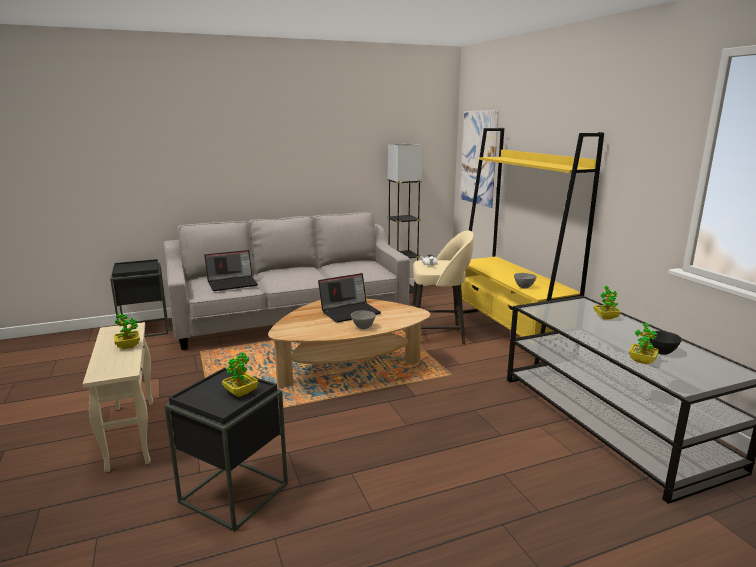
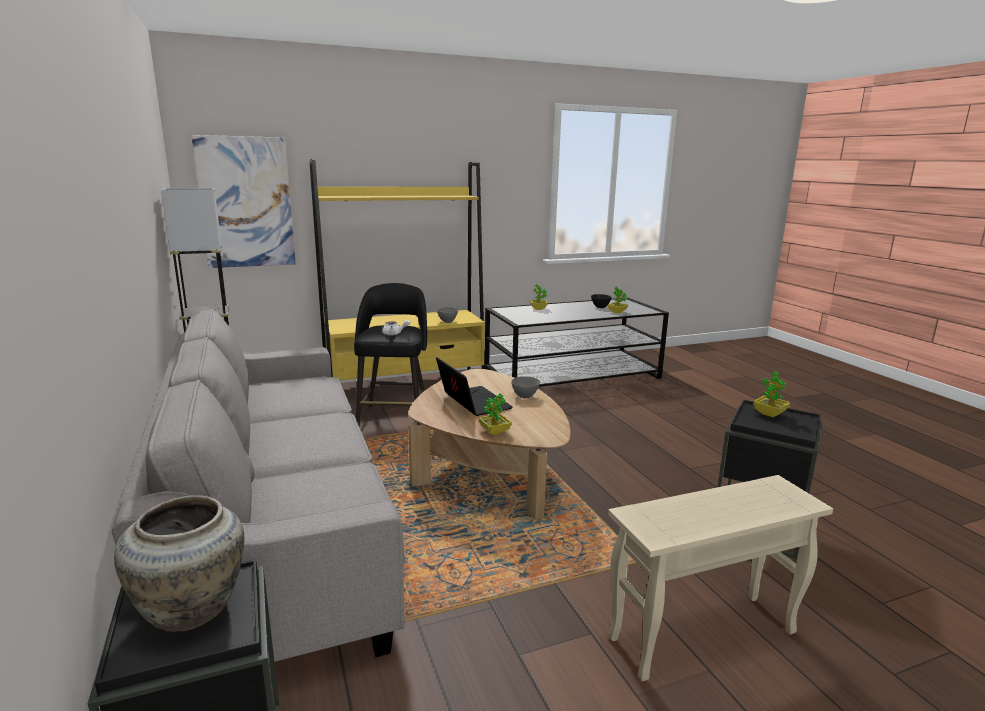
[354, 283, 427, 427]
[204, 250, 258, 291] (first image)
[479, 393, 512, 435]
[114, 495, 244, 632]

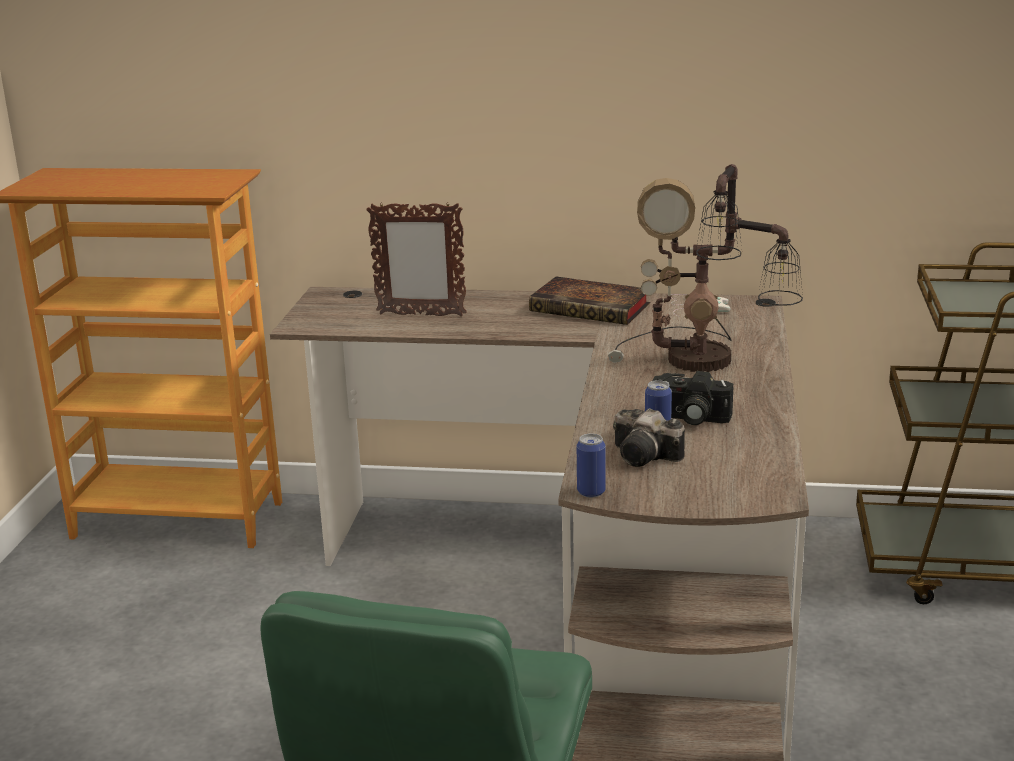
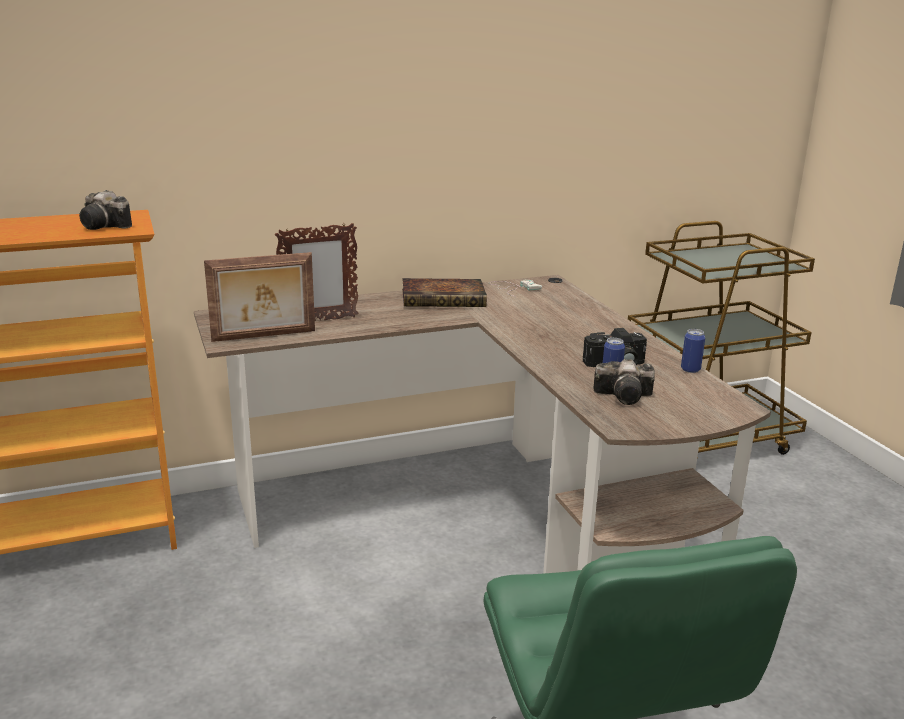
[608, 164, 803, 372] (first image)
[681, 329, 705, 373]
[79, 190, 132, 230]
[204, 252, 315, 342]

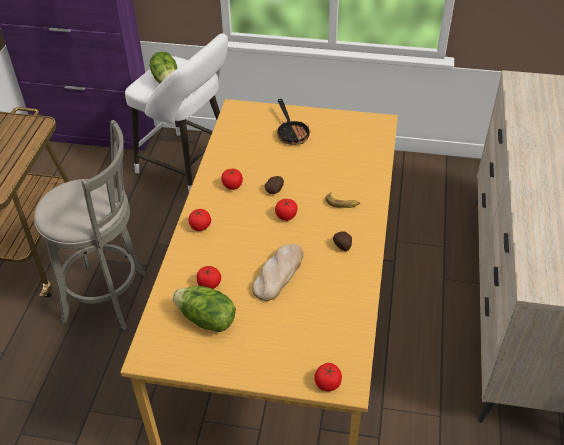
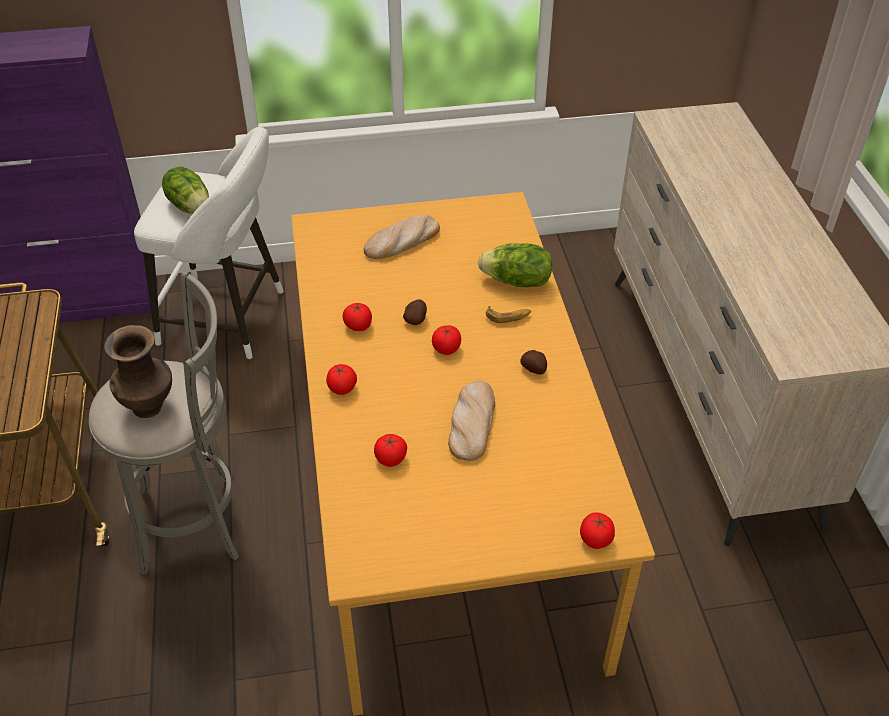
[363, 215, 440, 259]
[478, 243, 552, 287]
[104, 325, 172, 418]

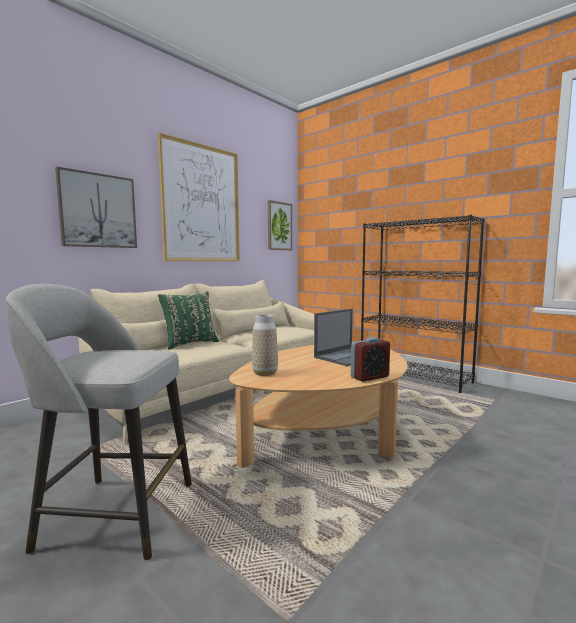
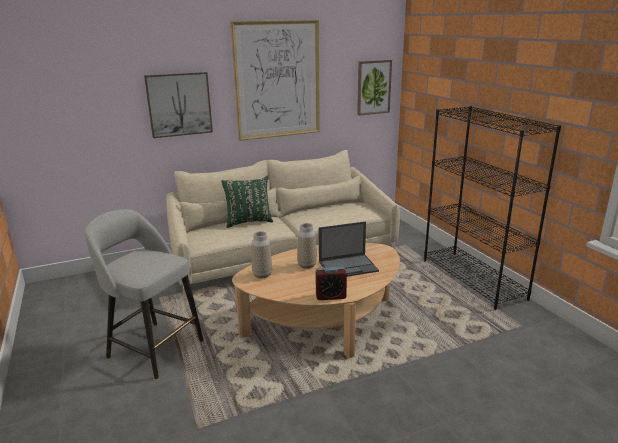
[297, 223, 317, 269]

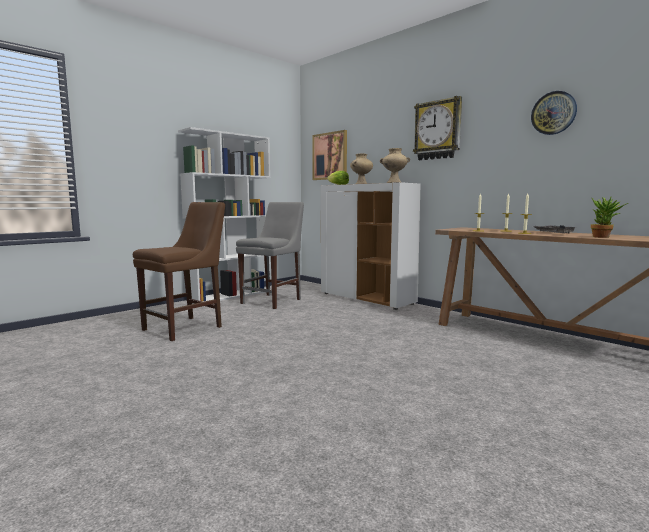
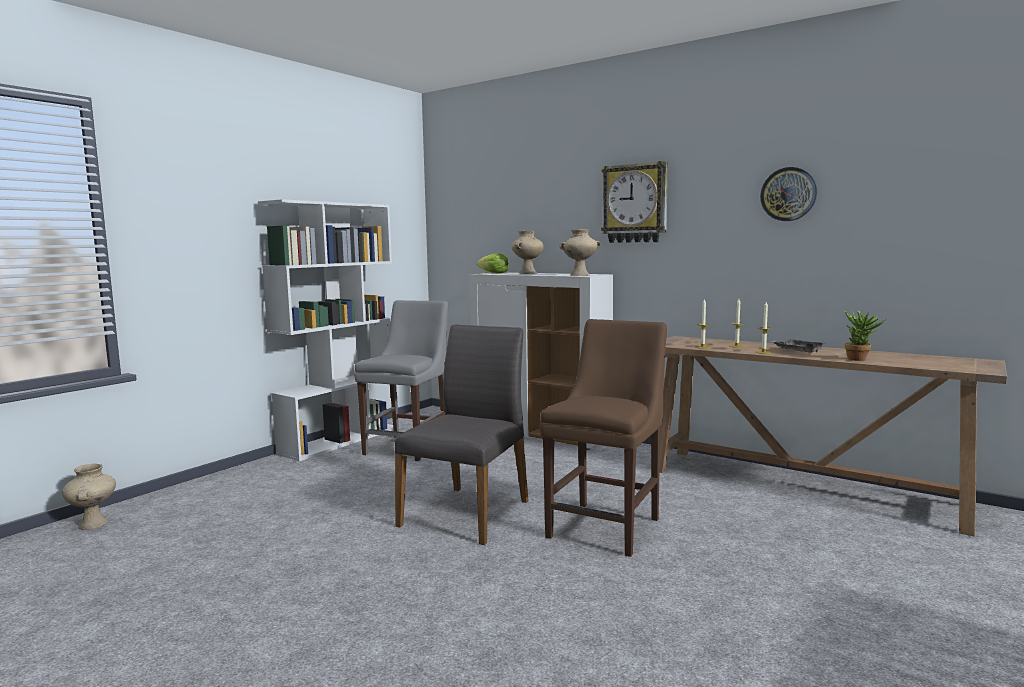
[312, 130, 347, 180] (first image)
[539, 319, 667, 557]
[395, 325, 528, 545]
[62, 464, 116, 530]

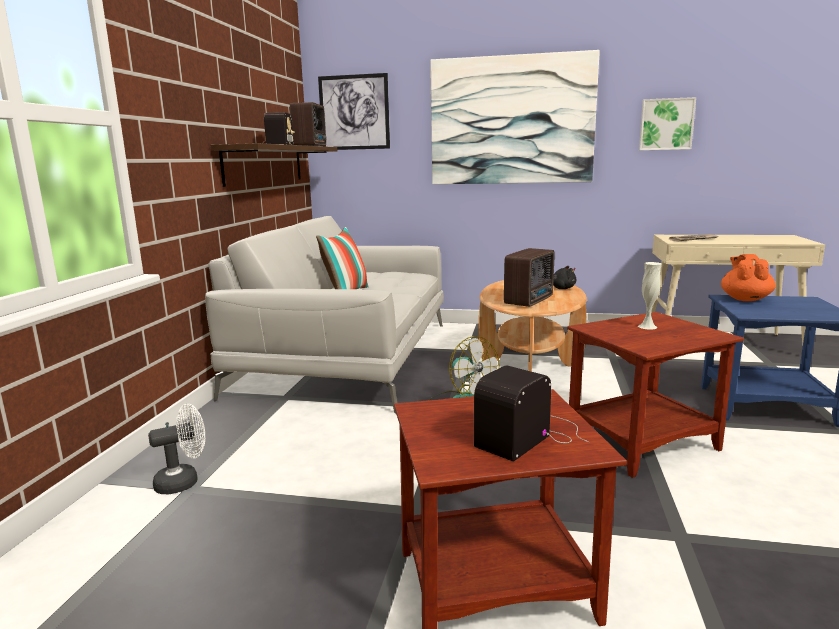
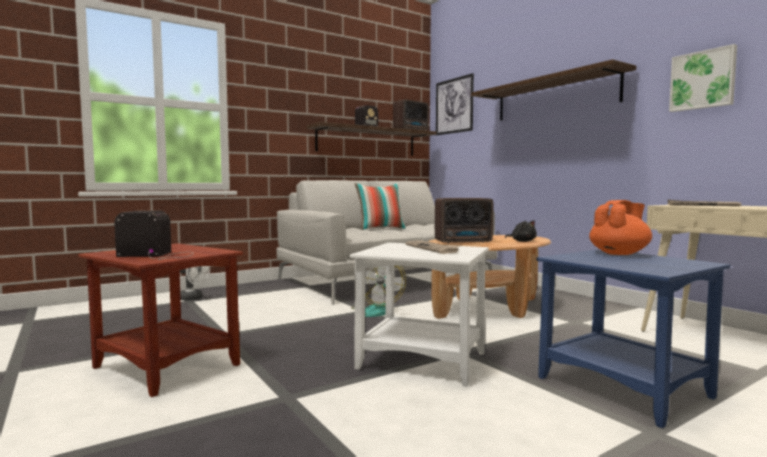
[471, 59, 636, 121]
[405, 241, 460, 254]
[350, 243, 489, 387]

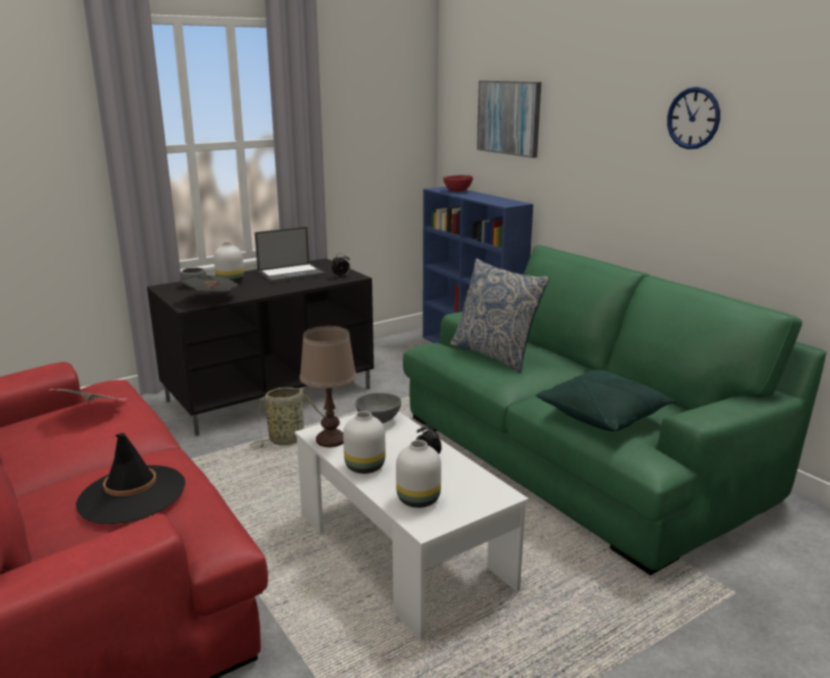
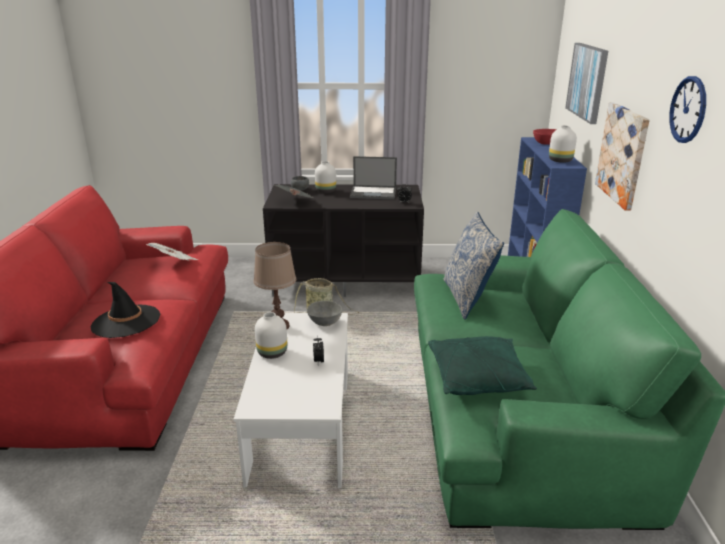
[549, 125, 577, 163]
[595, 102, 650, 211]

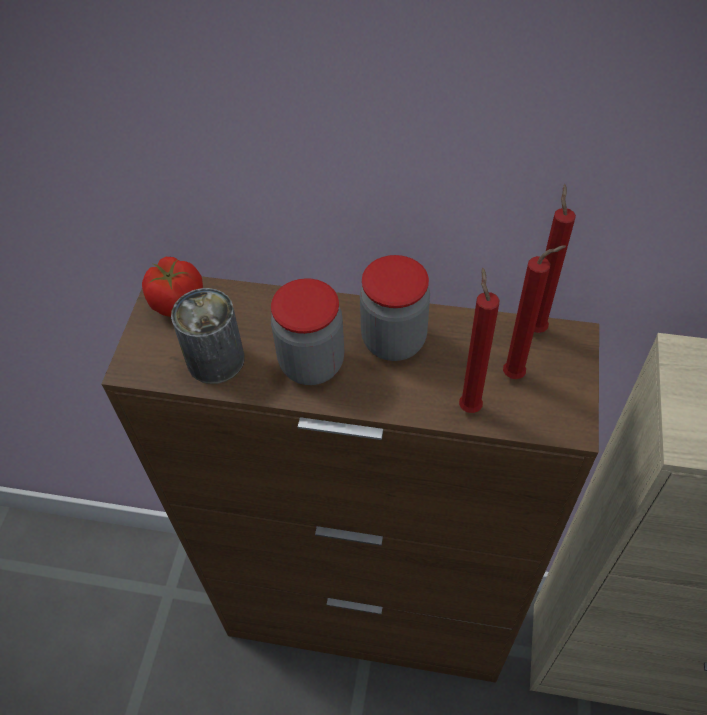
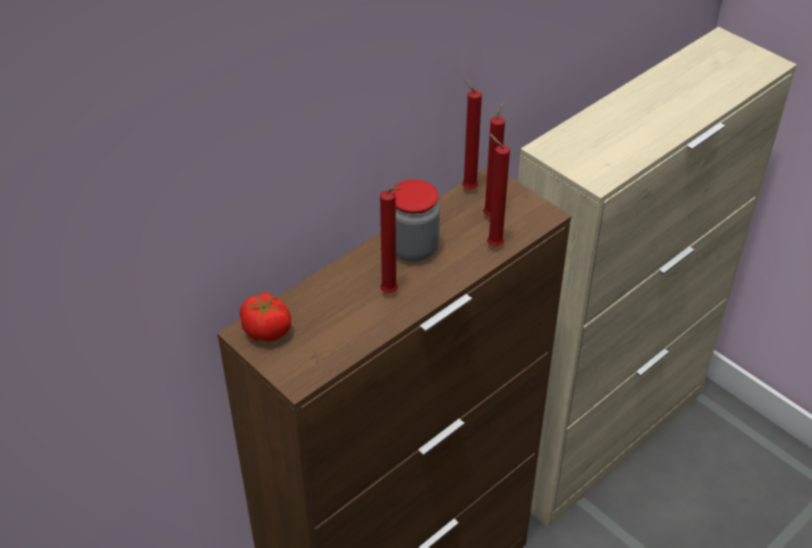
[380, 187, 402, 293]
[171, 288, 245, 384] (first image)

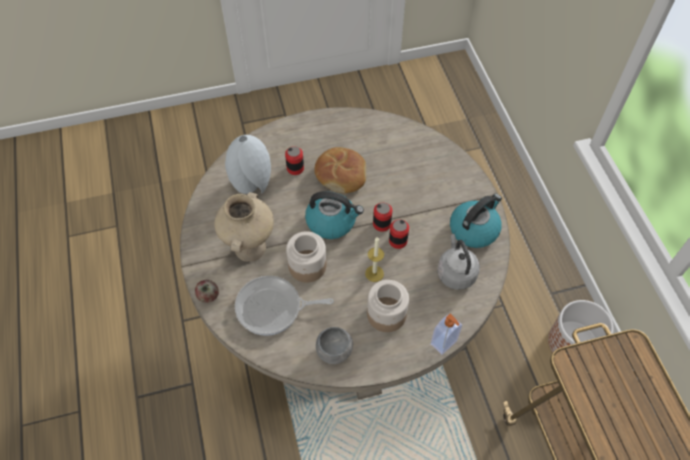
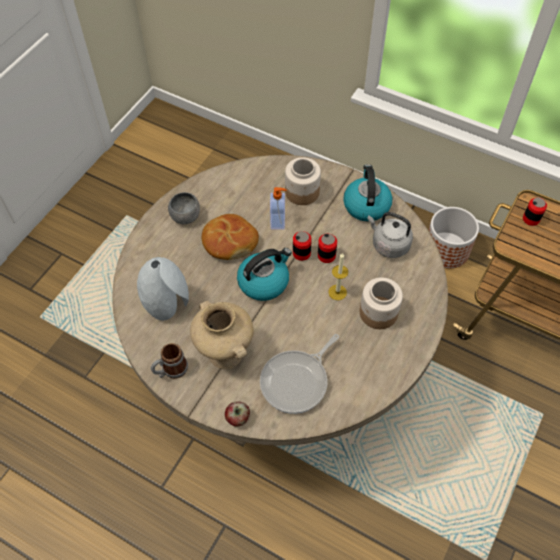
[523, 197, 547, 226]
[285, 157, 321, 205]
[270, 187, 287, 230]
[168, 192, 200, 224]
[151, 343, 188, 379]

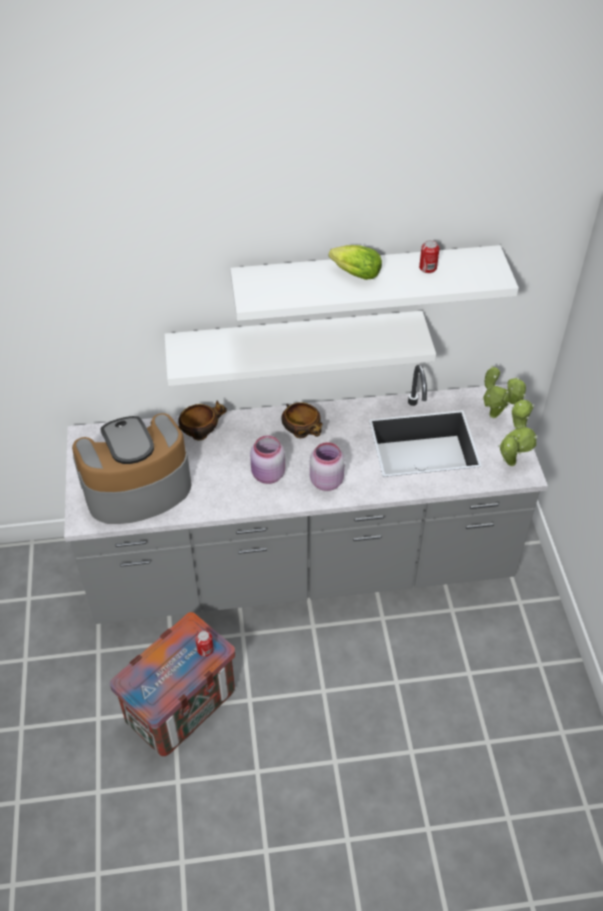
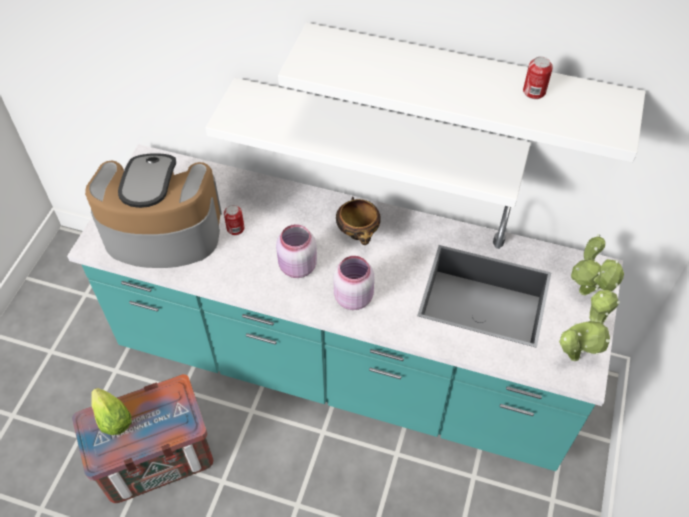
[91, 388, 132, 435]
[67, 144, 623, 471]
[178, 400, 227, 440] (first image)
[224, 205, 245, 235]

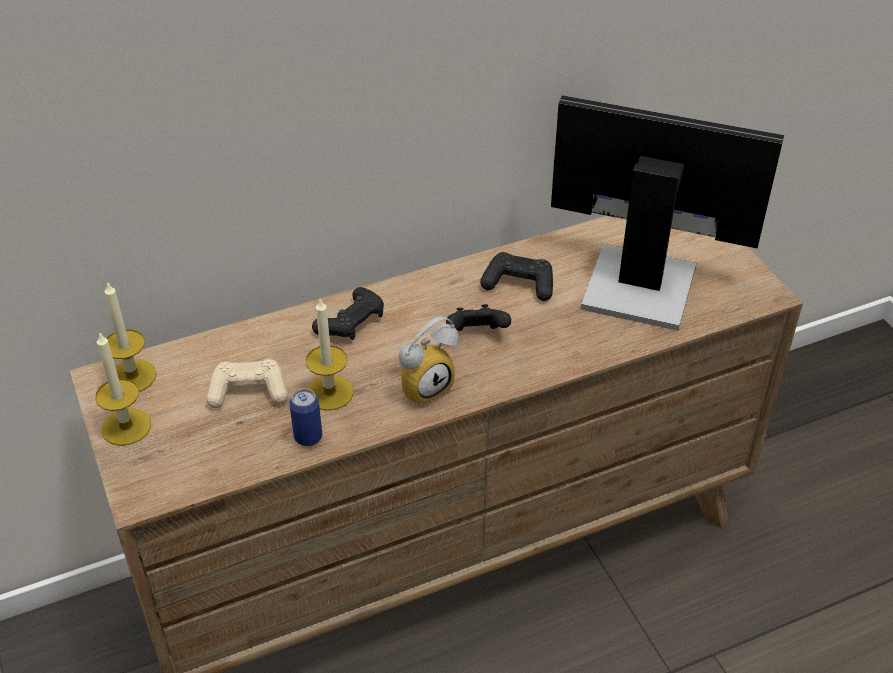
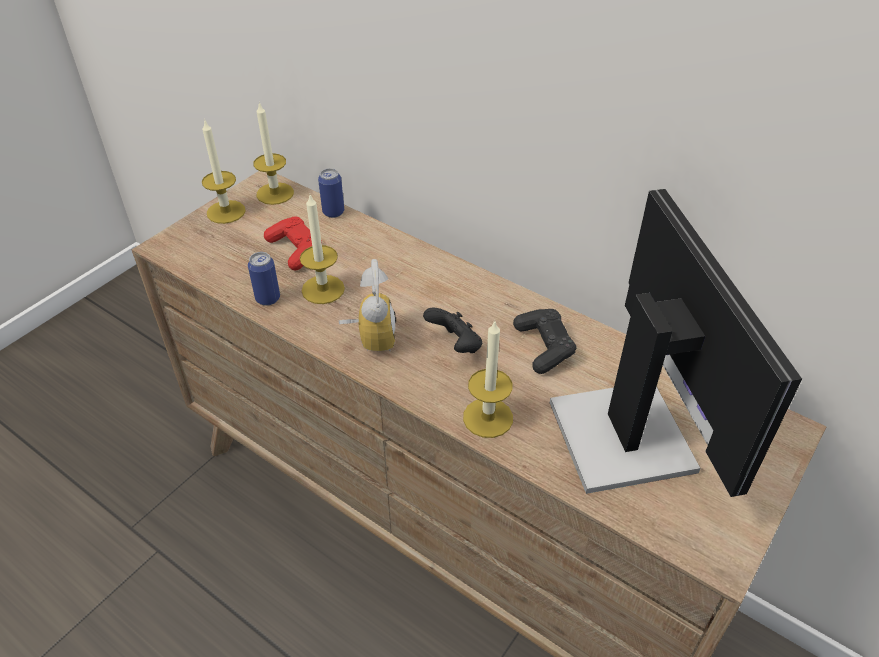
[312, 287, 384, 340] (first image)
[339, 259, 396, 351]
[264, 217, 322, 270]
[318, 168, 344, 218]
[463, 320, 513, 438]

